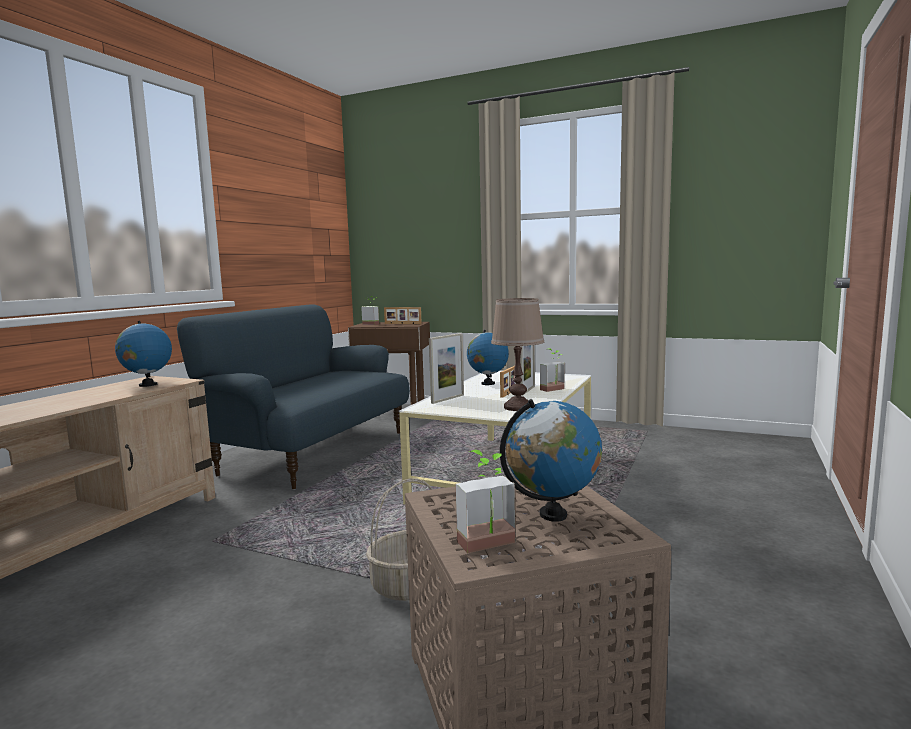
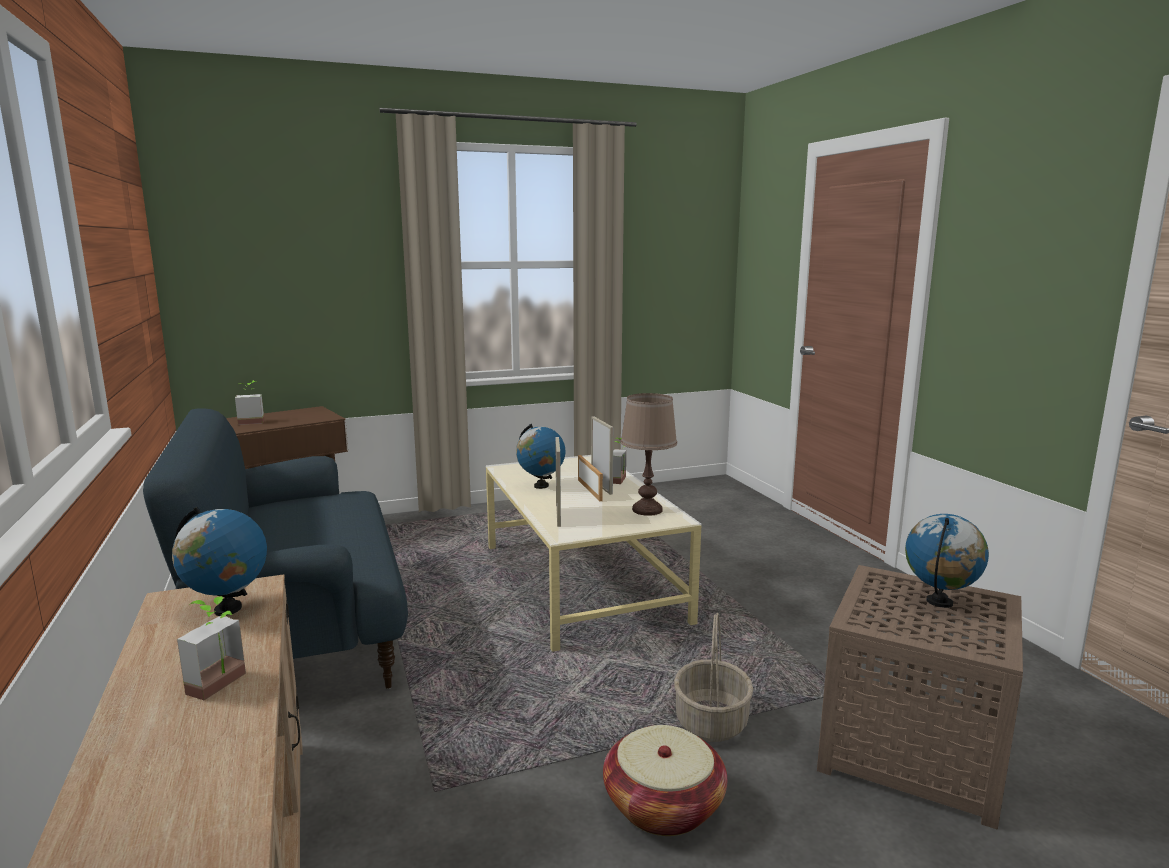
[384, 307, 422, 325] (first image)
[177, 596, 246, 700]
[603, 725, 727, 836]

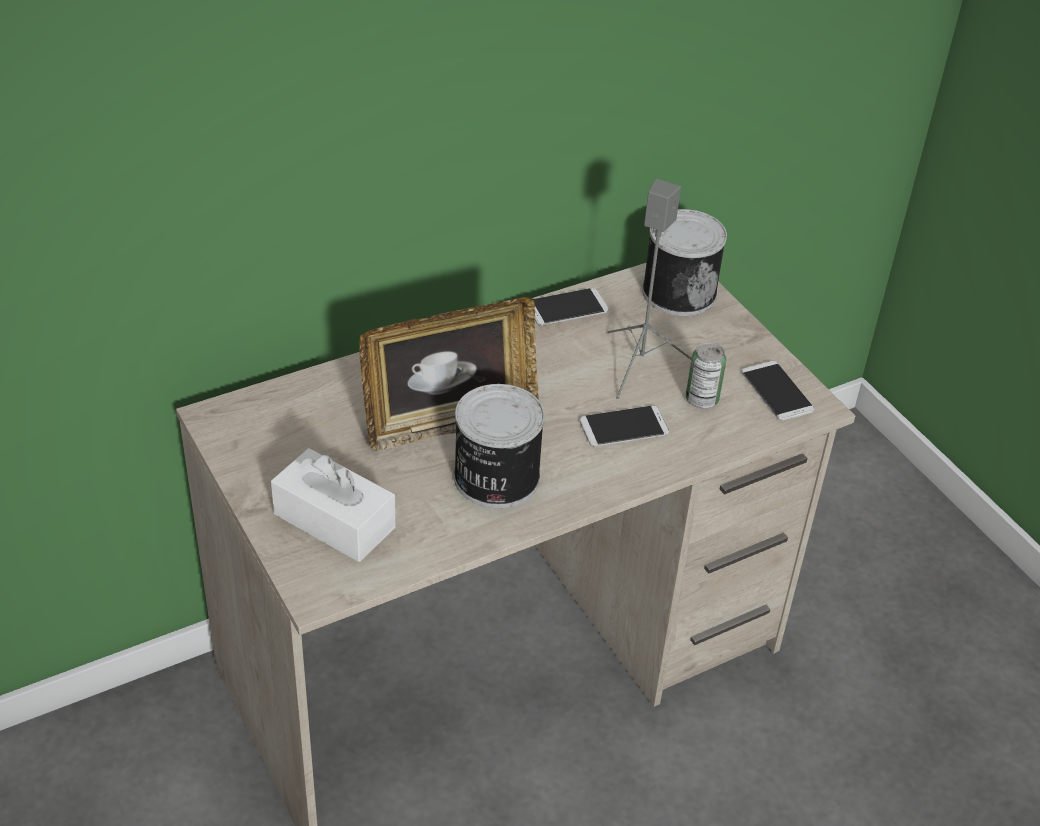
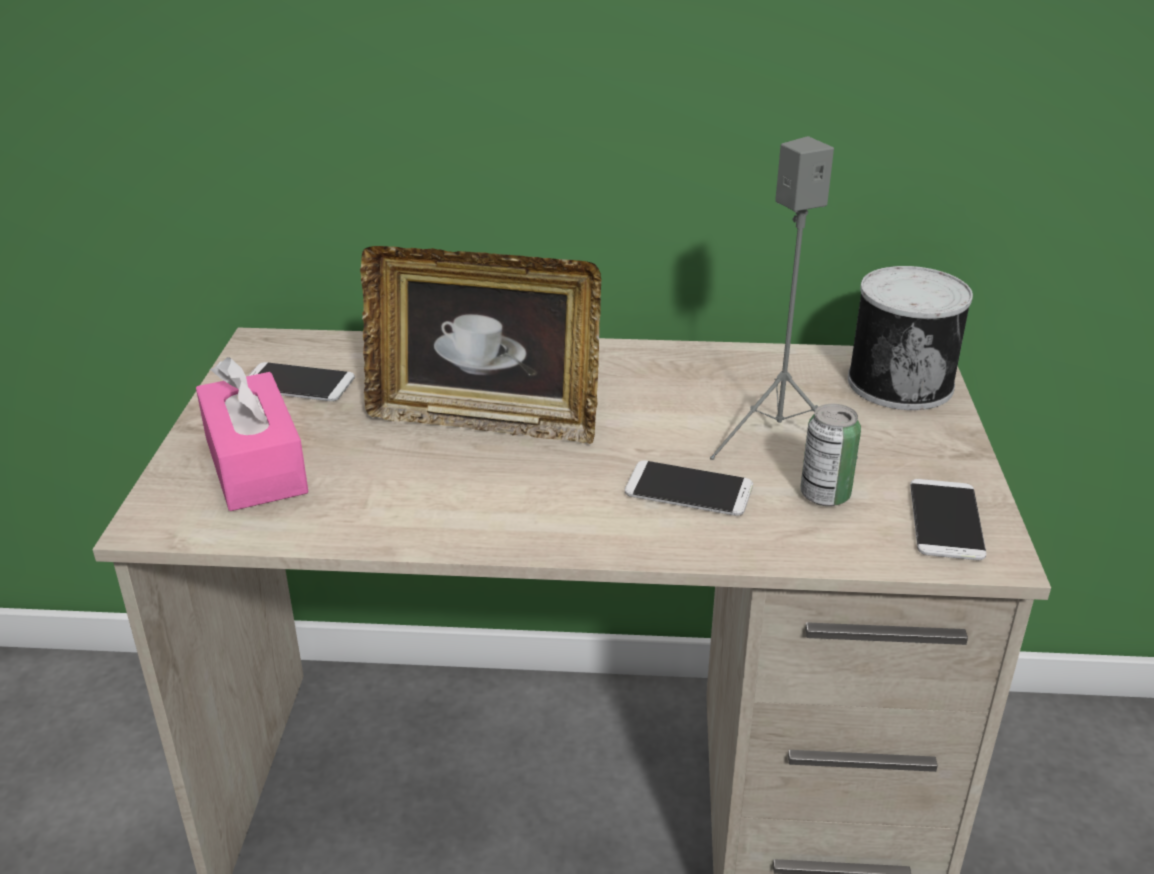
[248, 362, 355, 401]
[454, 384, 545, 508] (first image)
[196, 357, 309, 511]

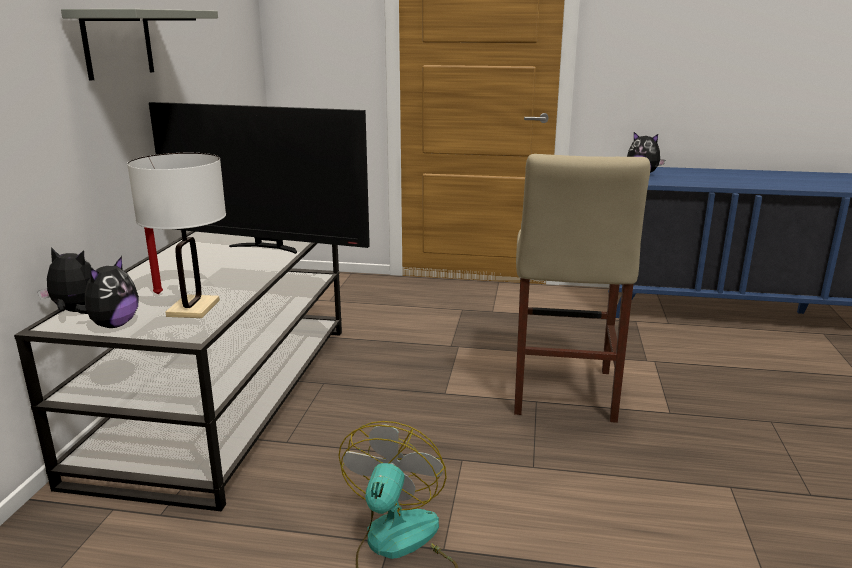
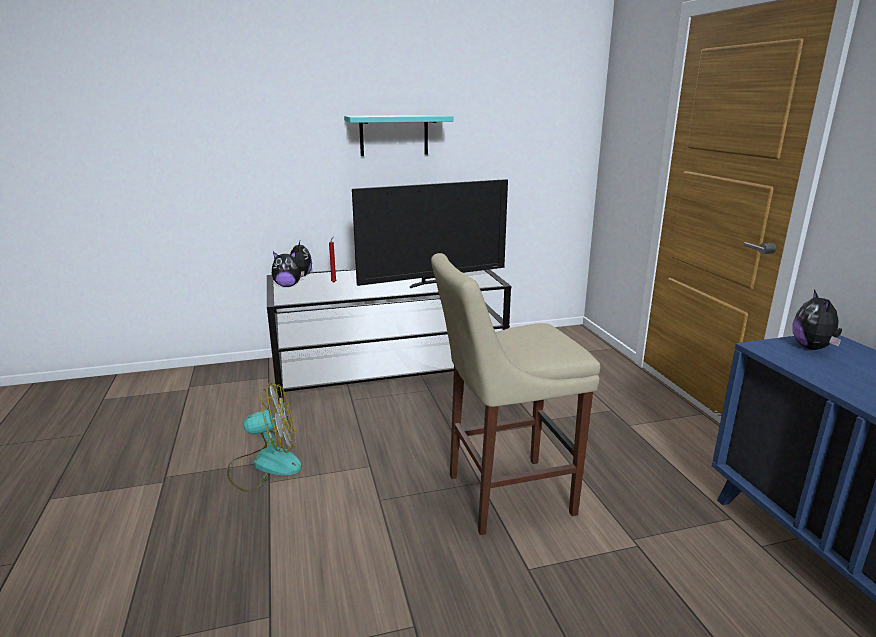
[344, 115, 453, 156]
[352, 179, 508, 288]
[127, 153, 226, 318] (first image)

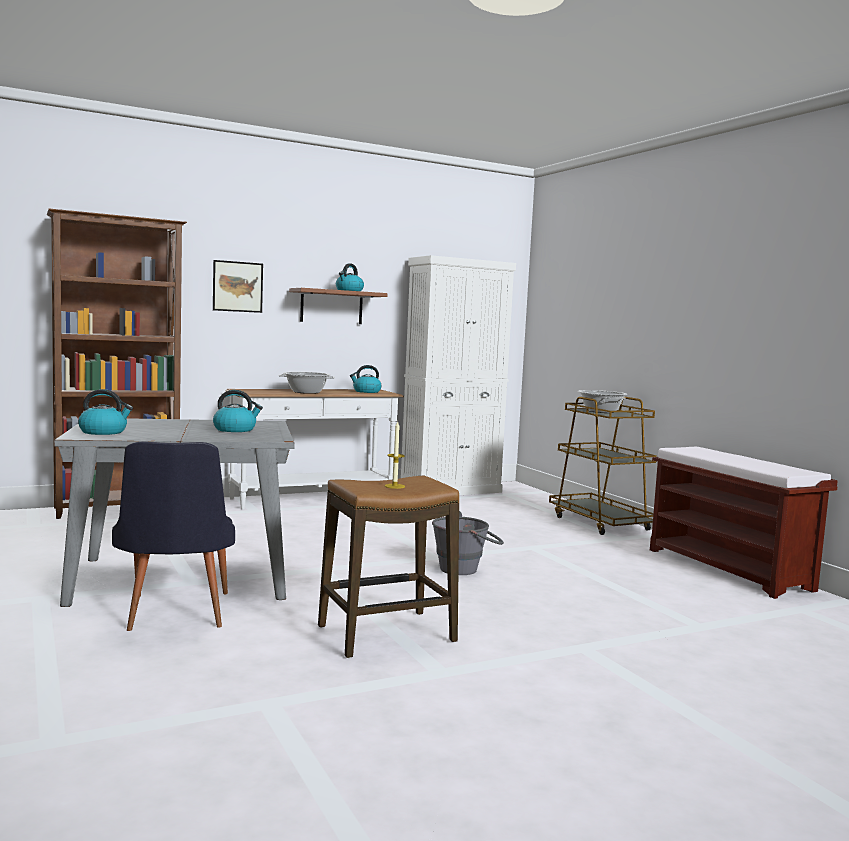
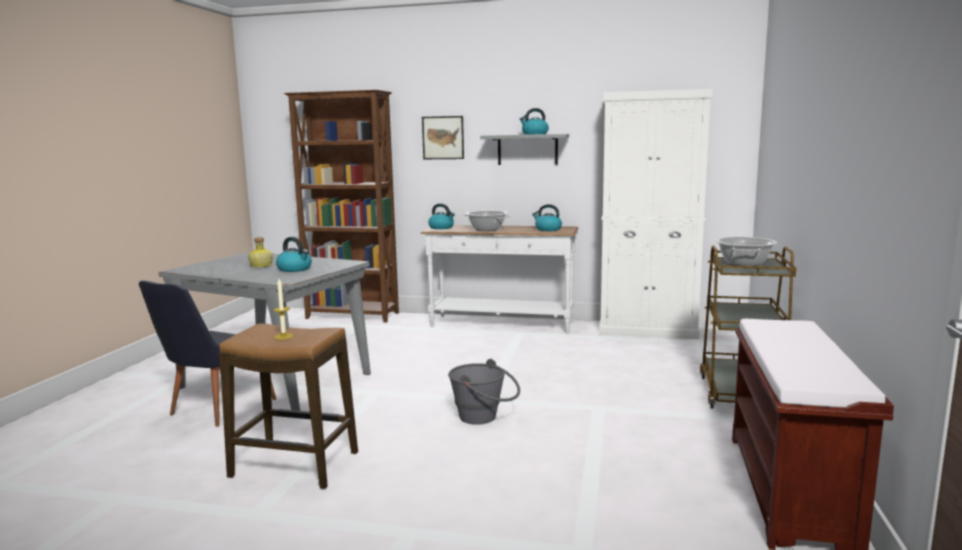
[480, 134, 569, 165]
[428, 203, 455, 229]
[248, 237, 273, 267]

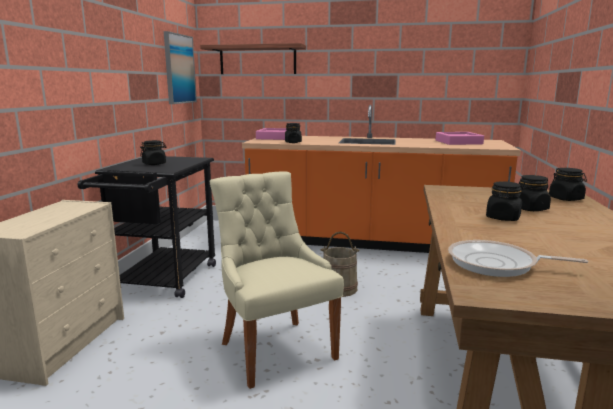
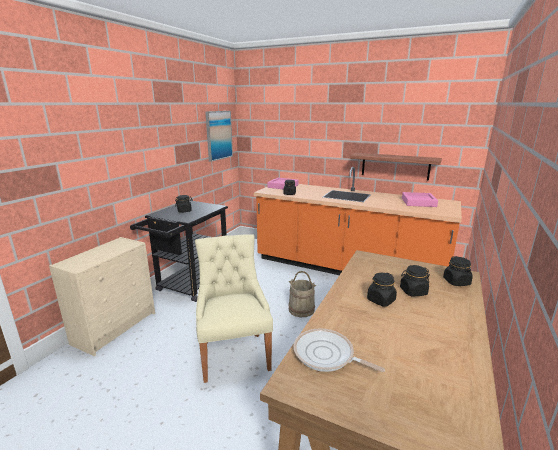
[350, 153, 442, 180]

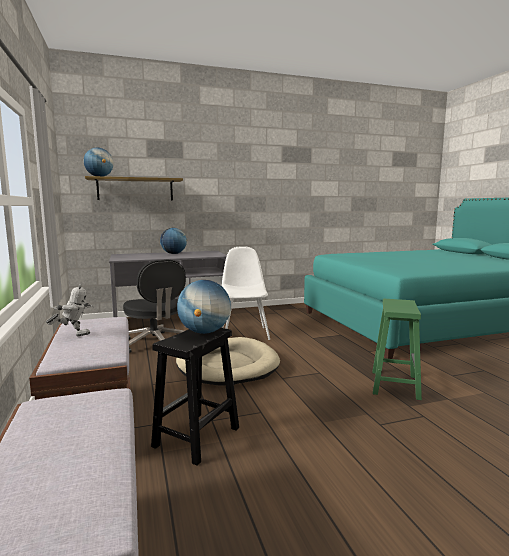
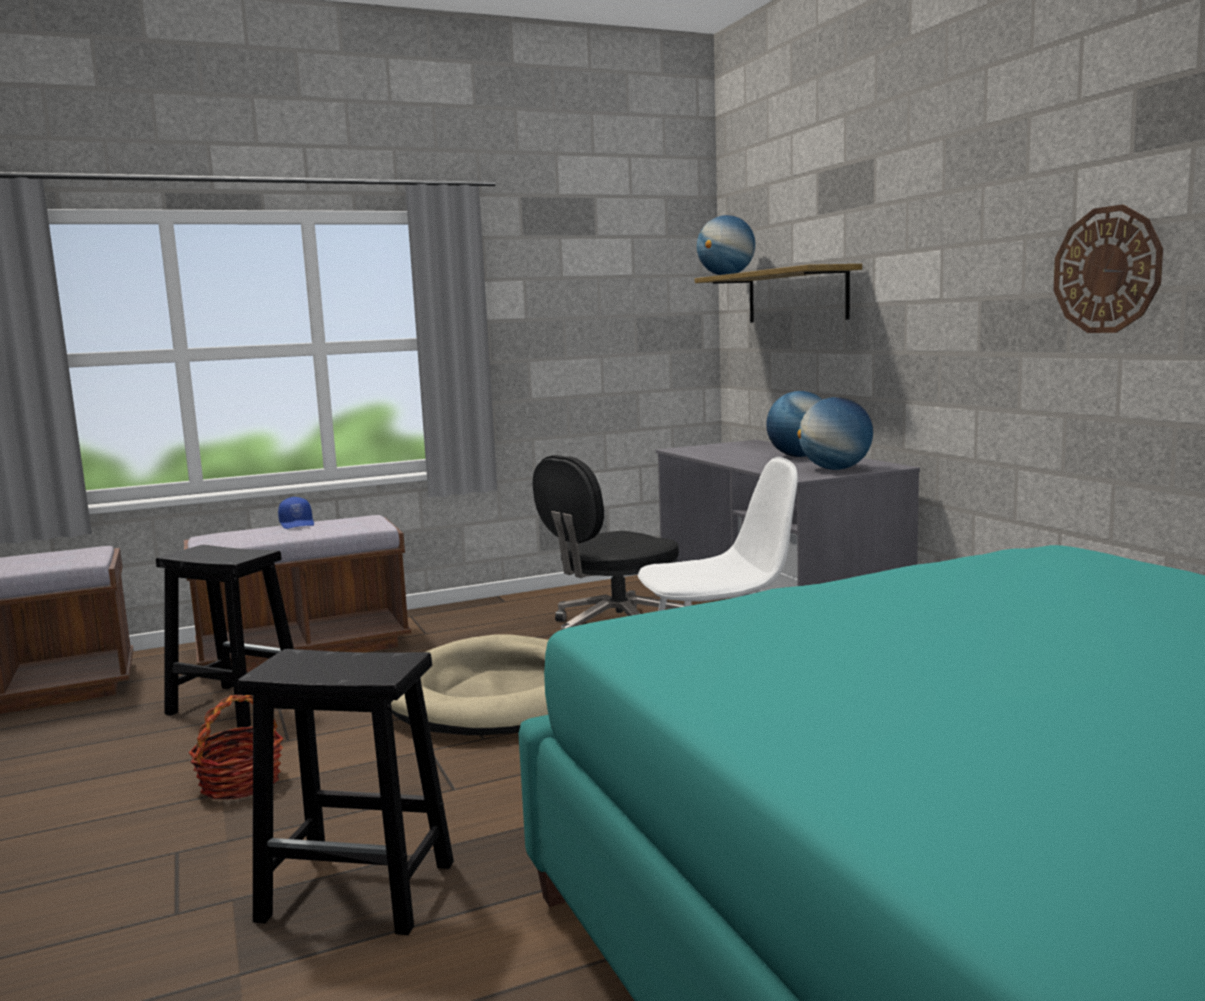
[797, 397, 873, 470]
[278, 497, 314, 529]
[237, 649, 454, 935]
[1054, 205, 1163, 333]
[188, 695, 283, 799]

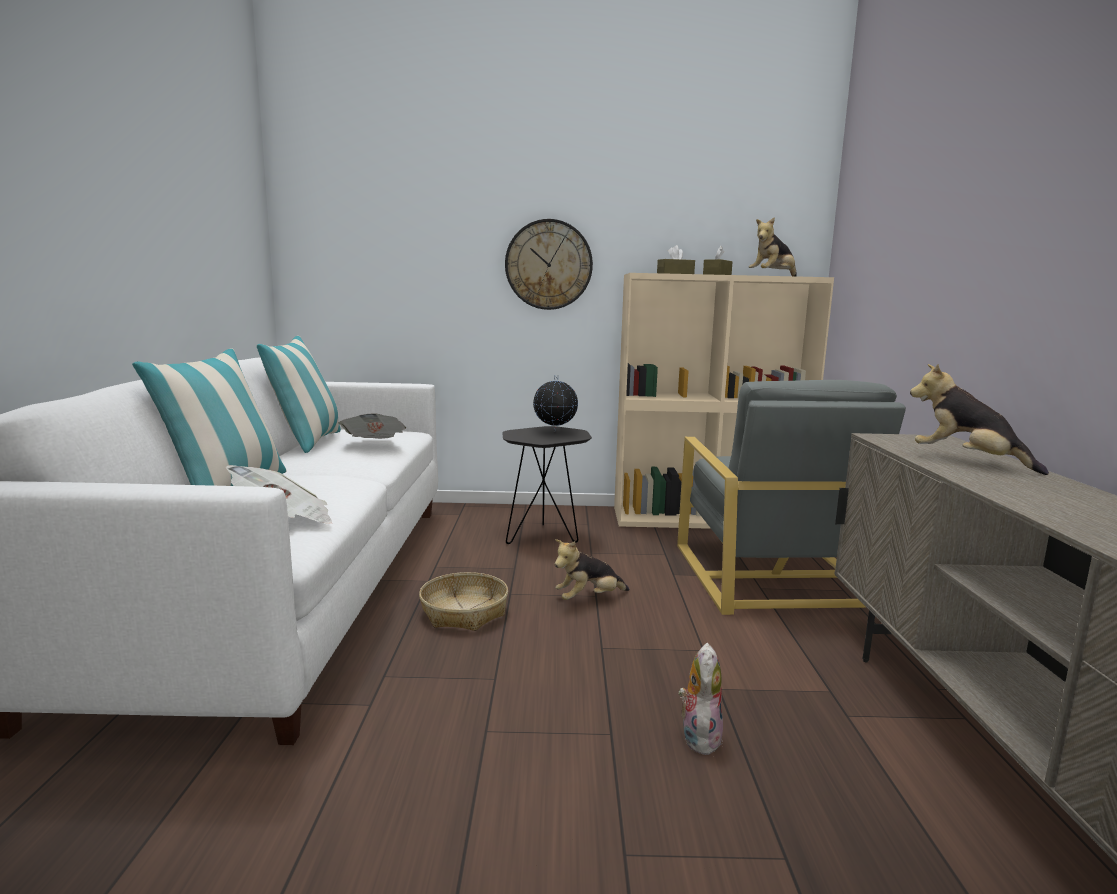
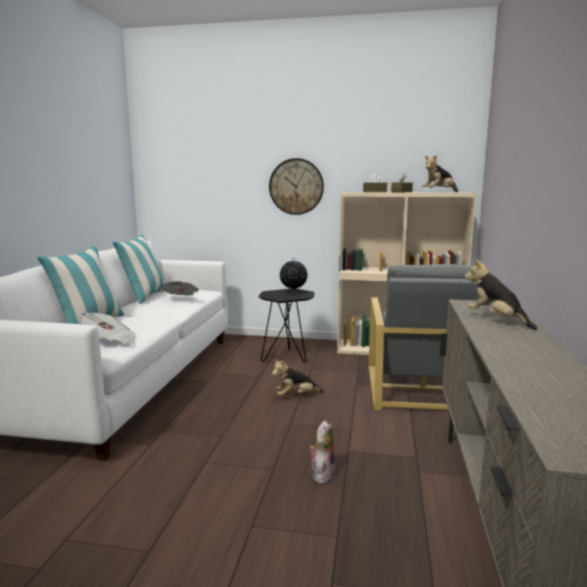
[419, 572, 508, 631] (first image)

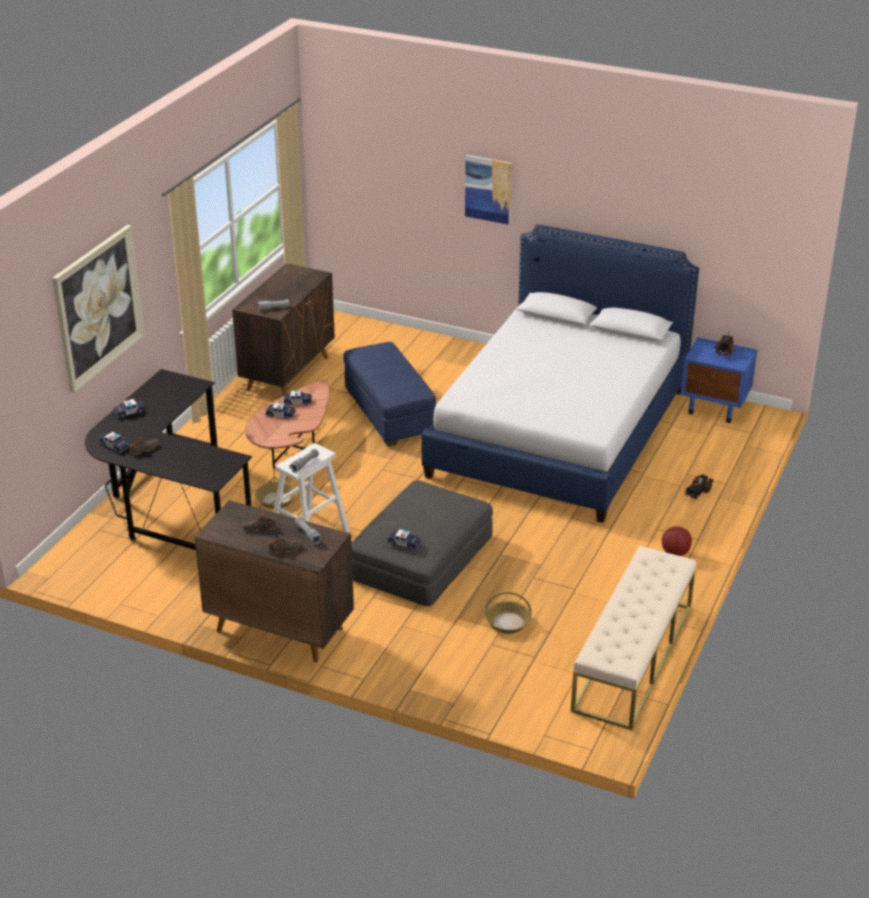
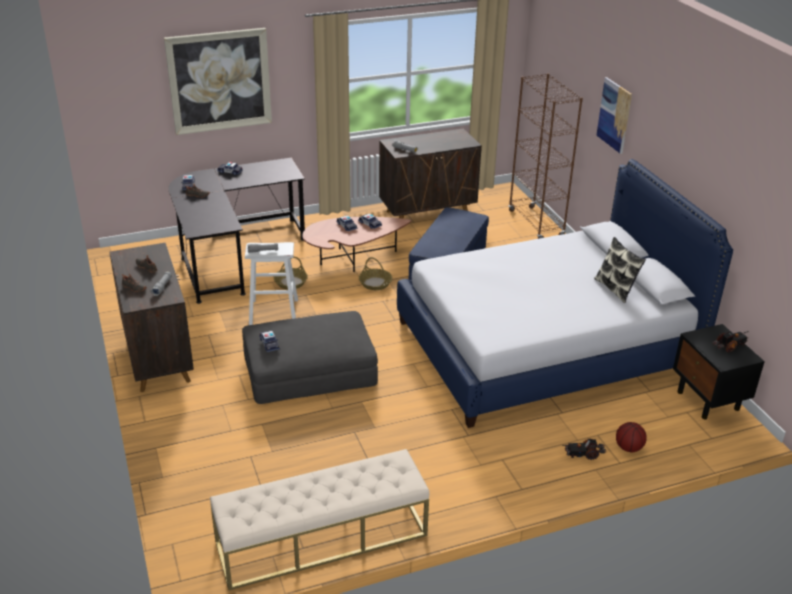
[673, 324, 765, 419]
[616, 422, 647, 452]
[359, 257, 392, 290]
[509, 73, 583, 239]
[594, 237, 646, 303]

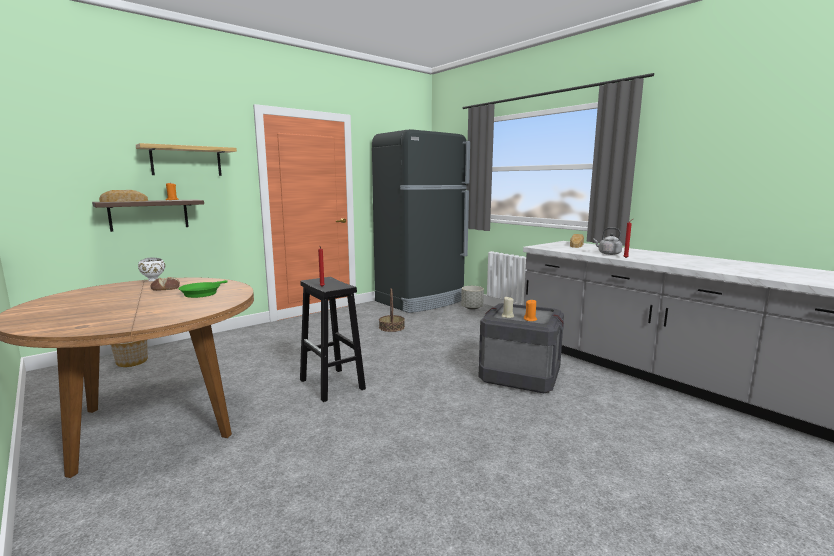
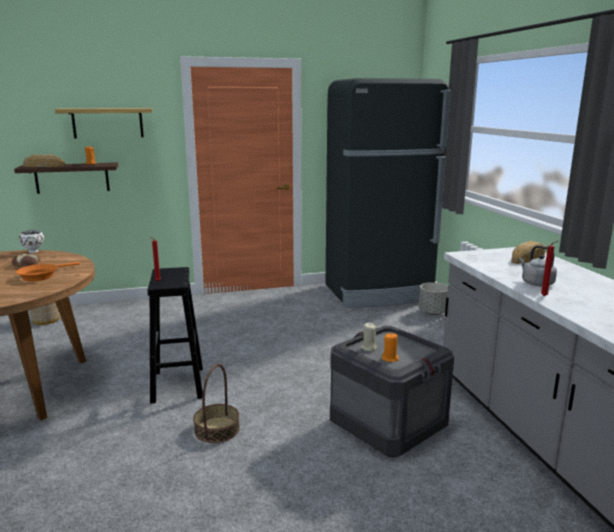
[16, 262, 80, 281]
[193, 364, 240, 443]

